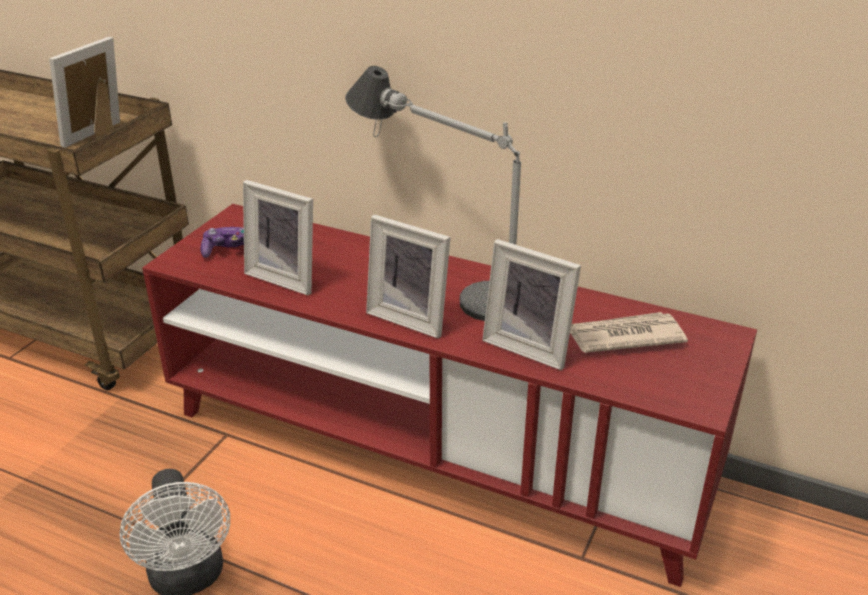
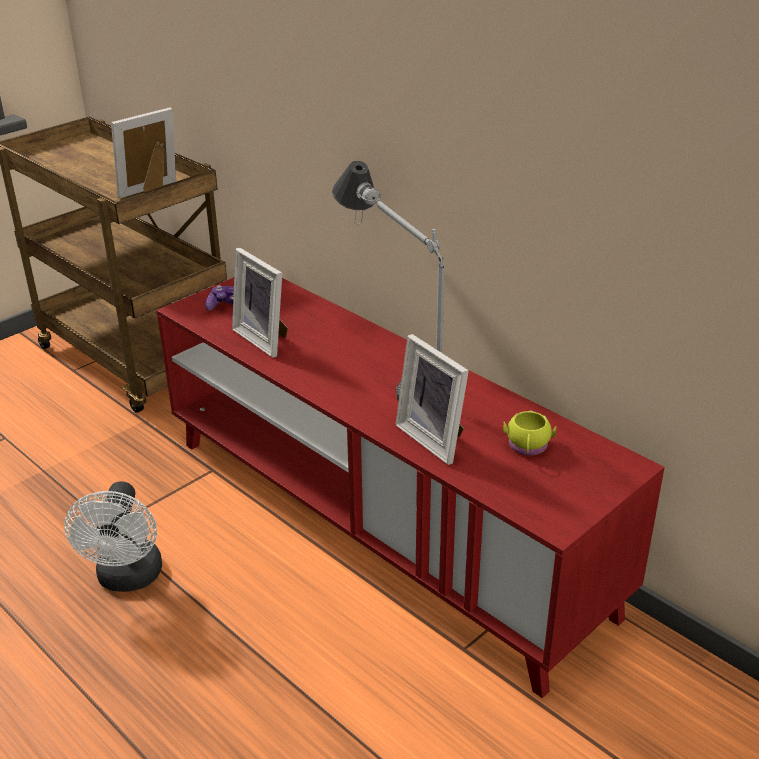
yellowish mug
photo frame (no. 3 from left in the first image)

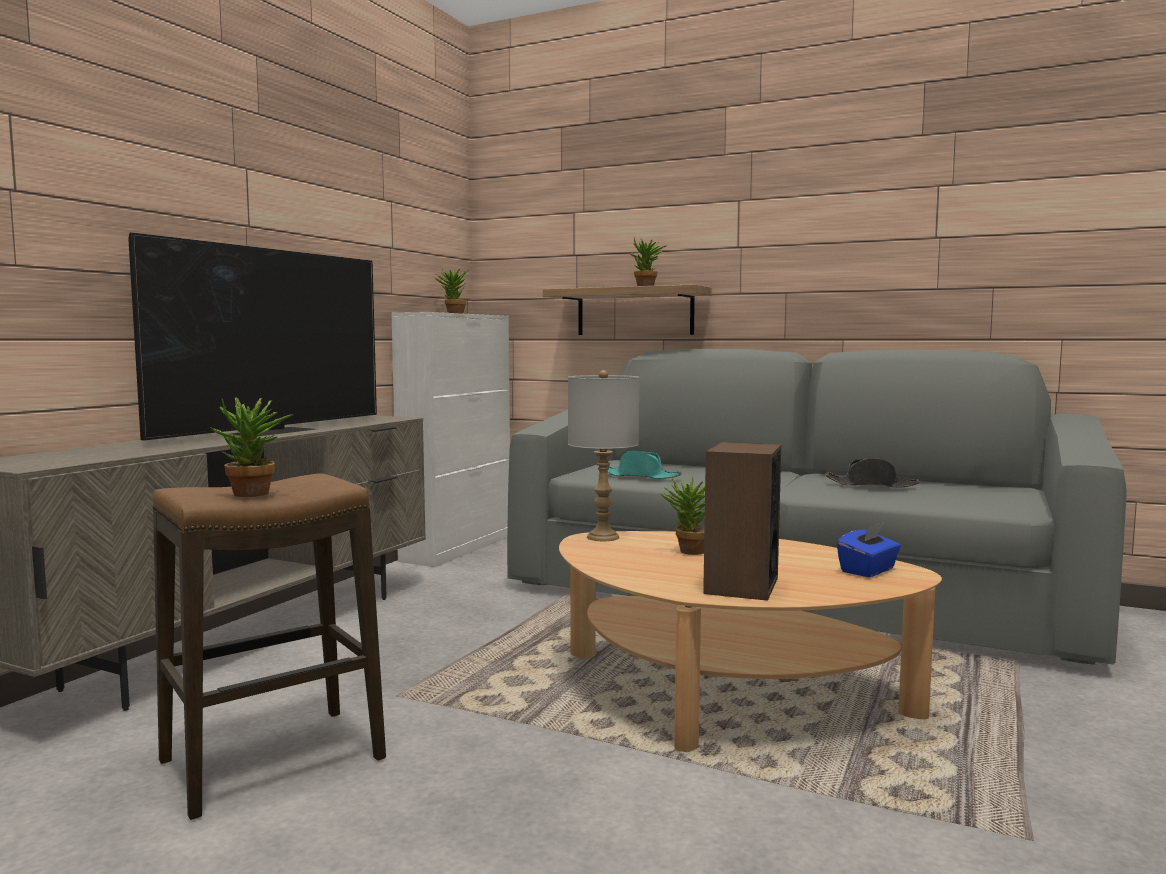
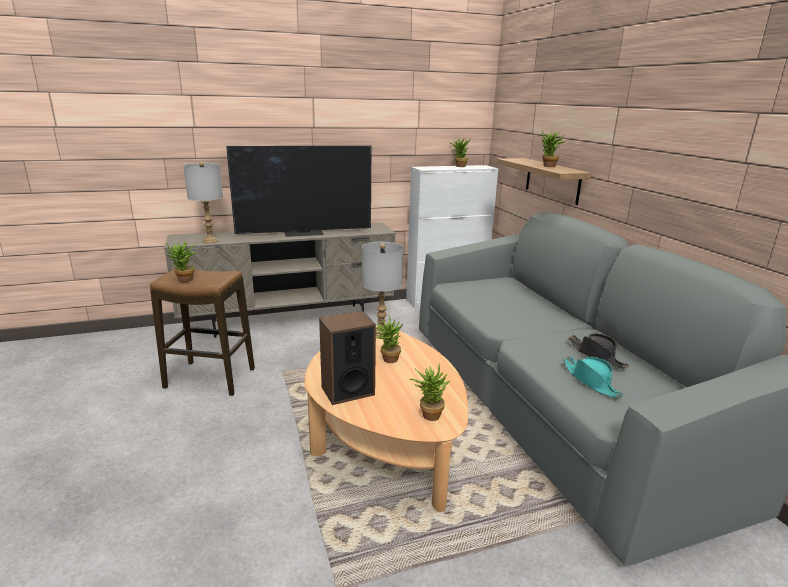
grey lamp for a table (no. 1 from left)
plant in a pot (no. 3 from left)
blue-green clothing hat

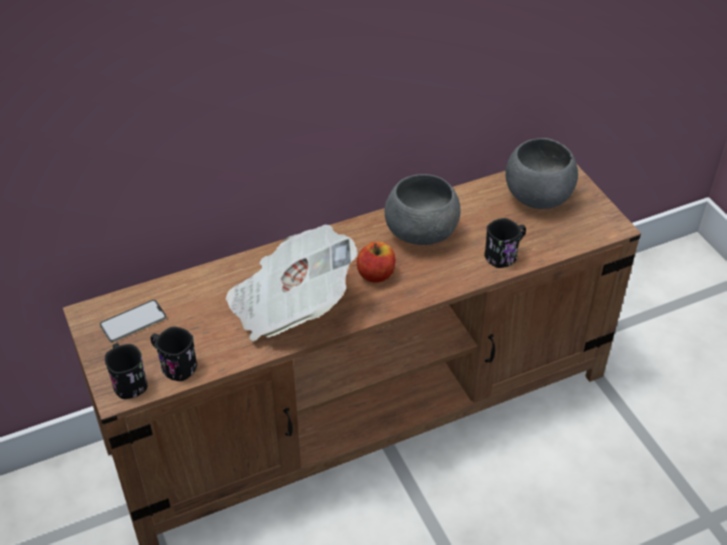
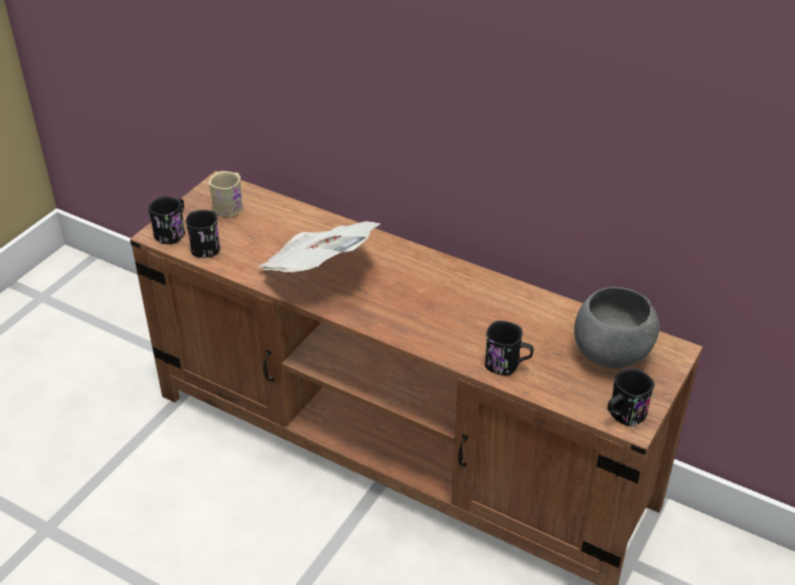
beige mug
black-coloured mug (no. 4 from left)
apple
grey deep dish (no. 1 from left in the first image)

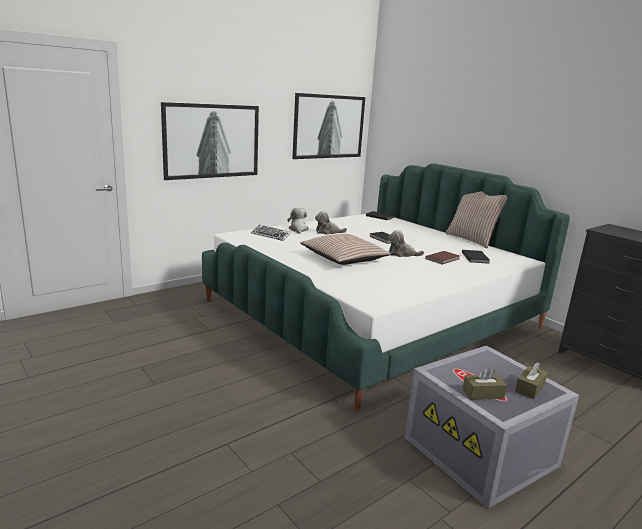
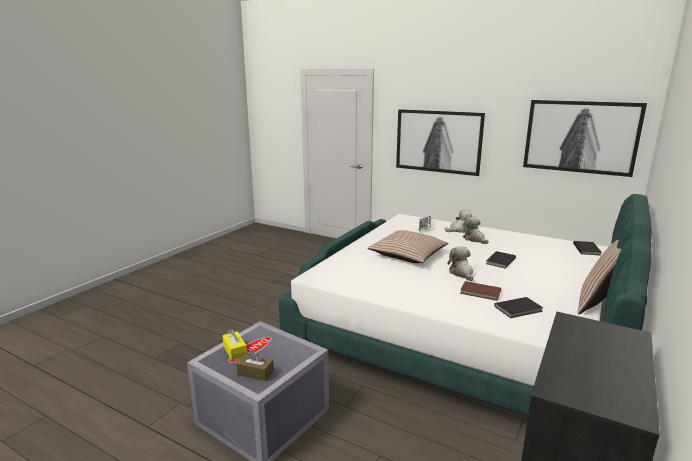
yellowish box of tissues

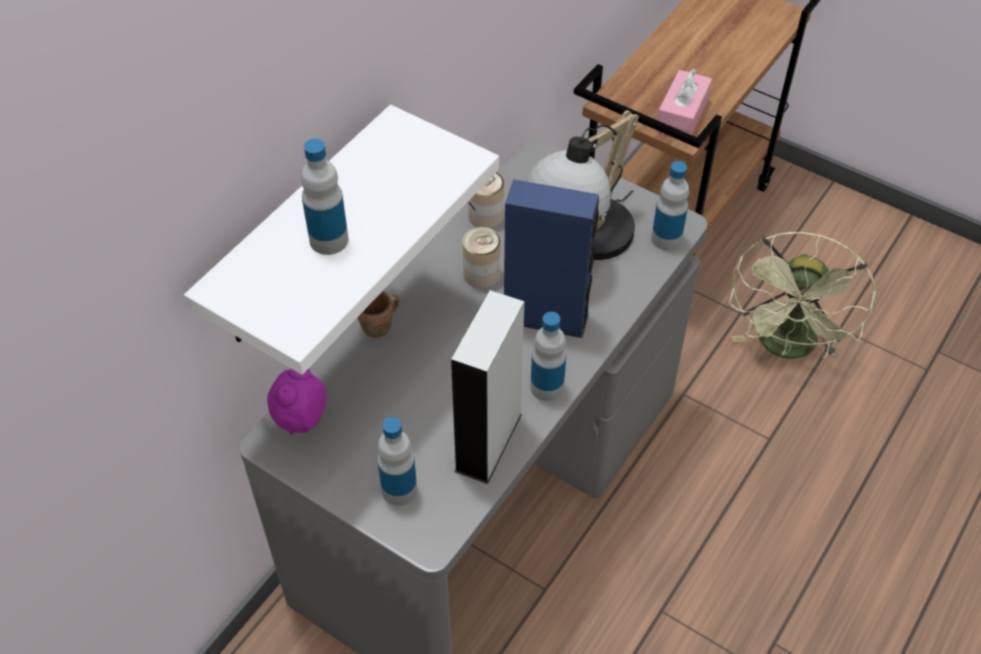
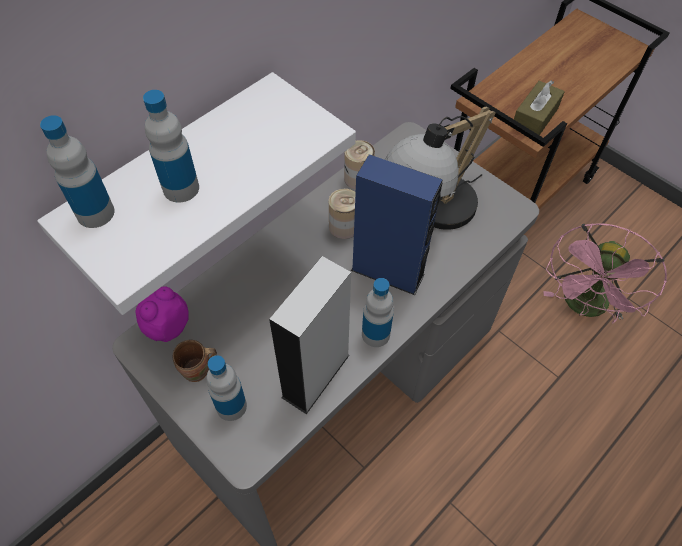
drink bottle (no. 1 from left)
brownish mug
brownish box of tissues
pink-coloured fan

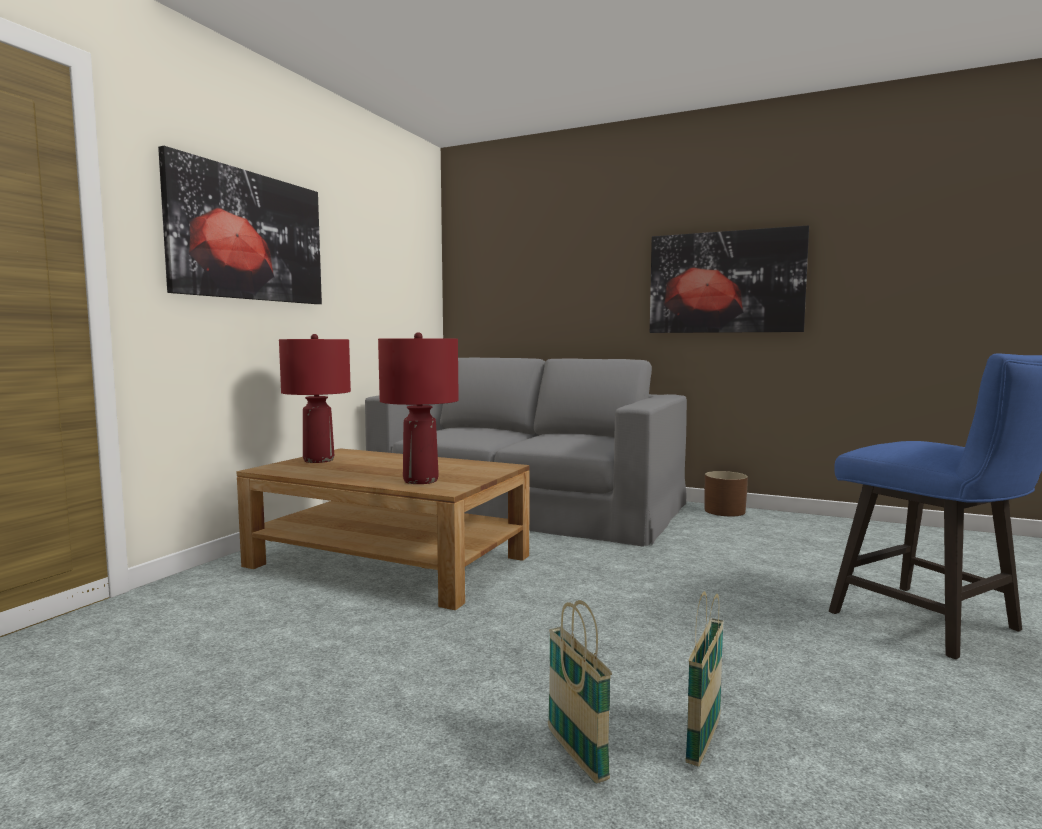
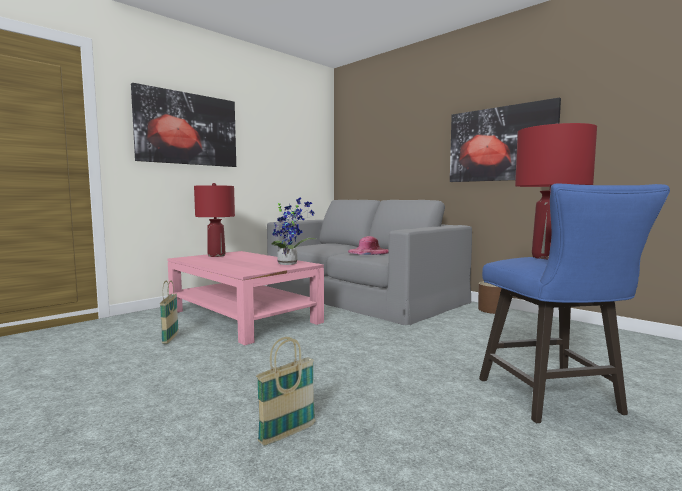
household basket (no. 1 from left)
pink-coloured low table
plant in a pot
pink-coloured clothing hat
reddish lamp for a table (no. 2 from left)

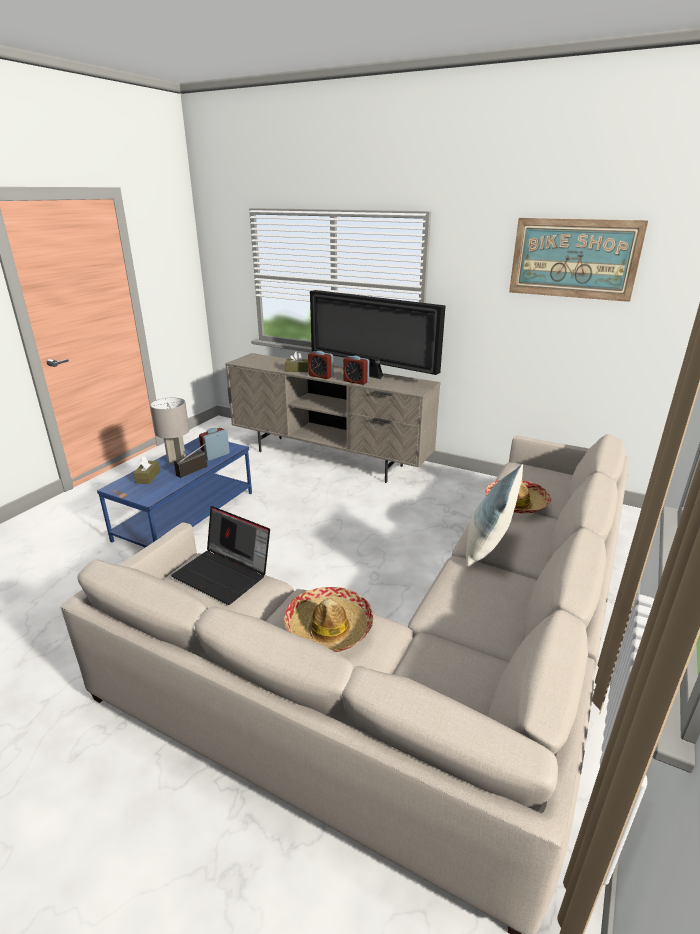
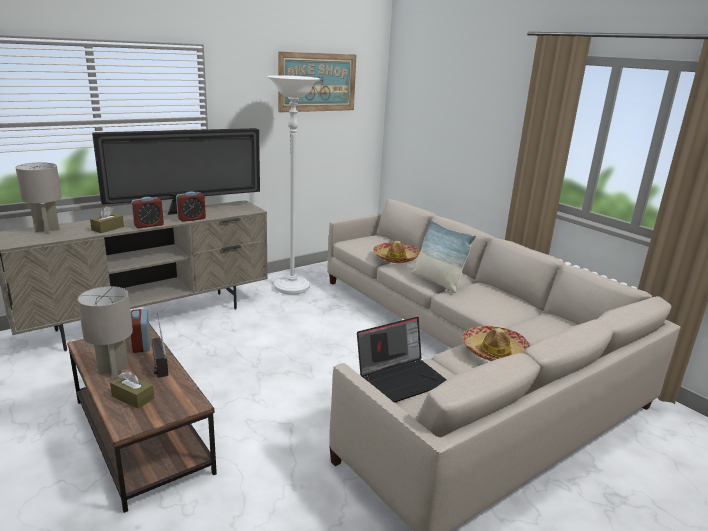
grey lamp for a table (no. 1 from left)
brownish low table
whitish standing lamp

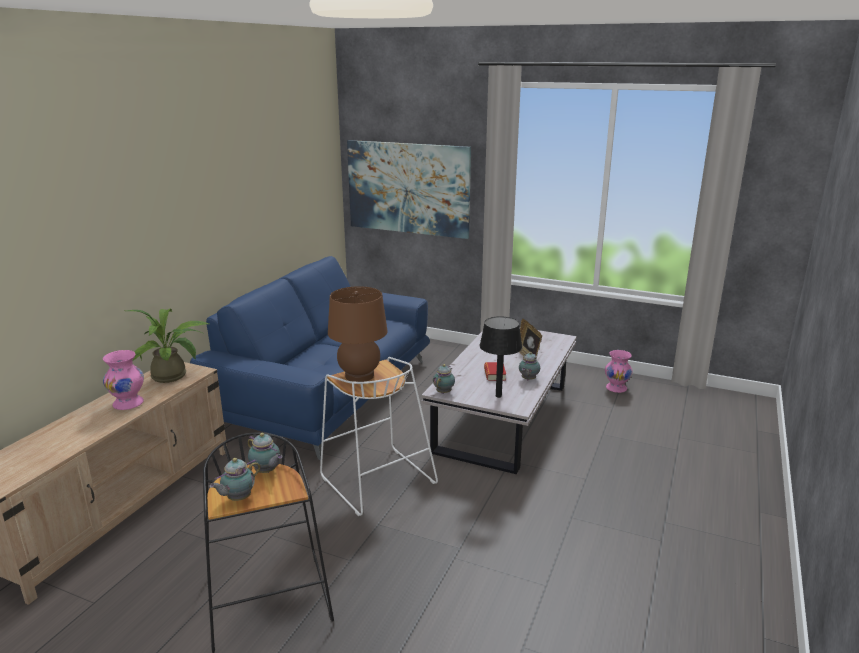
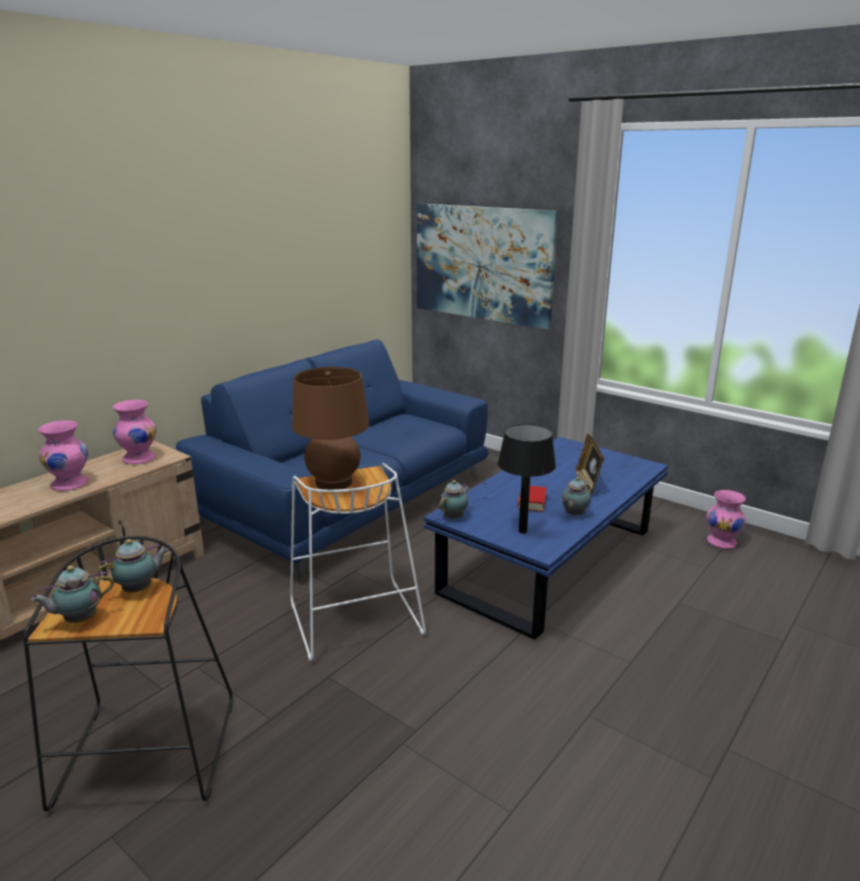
pot for tea (no. 2 from left)
pink-coloured decorative vase (no. 2 from left)
blue-coloured low table

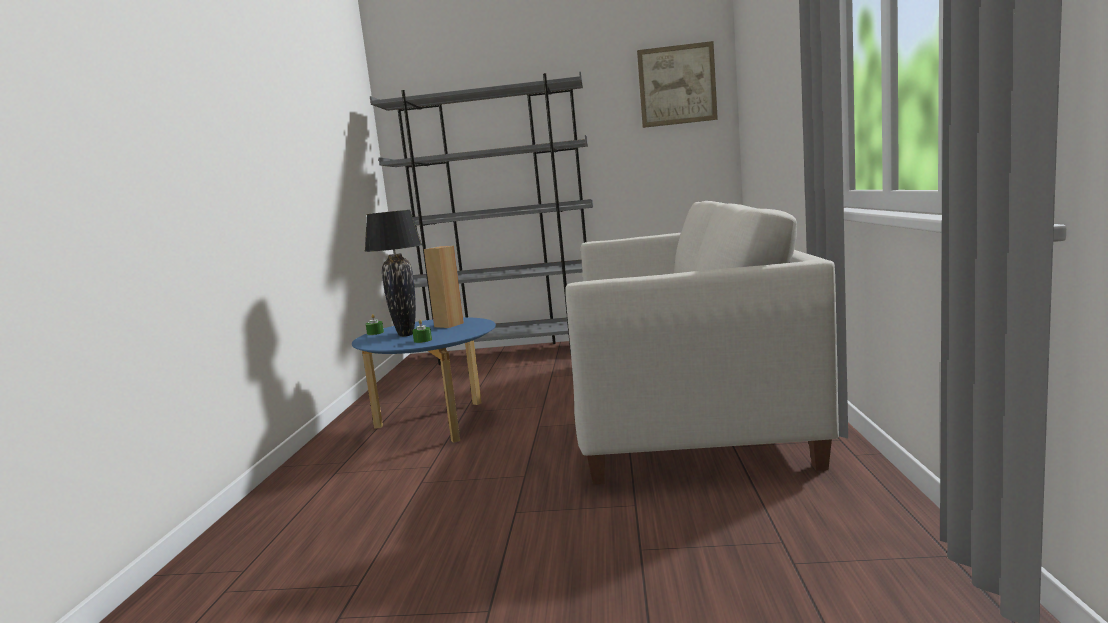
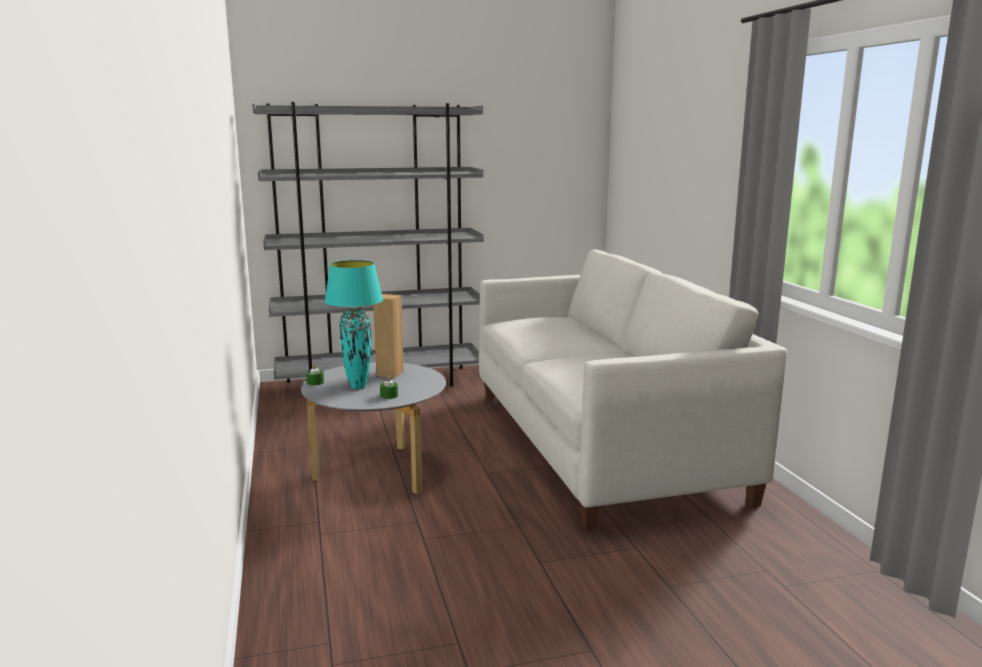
grey low table
blue-green lamp for a table
wall picture

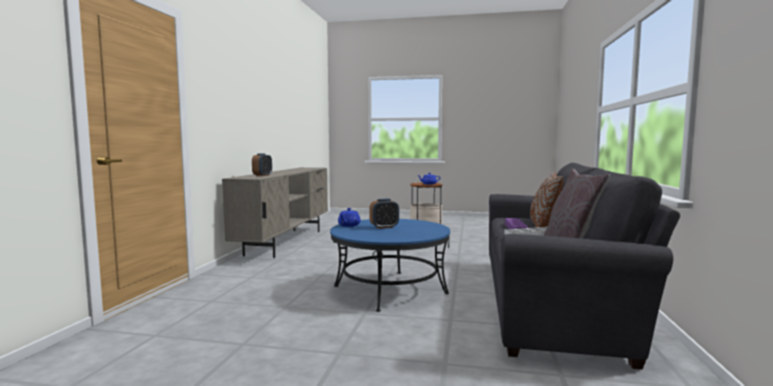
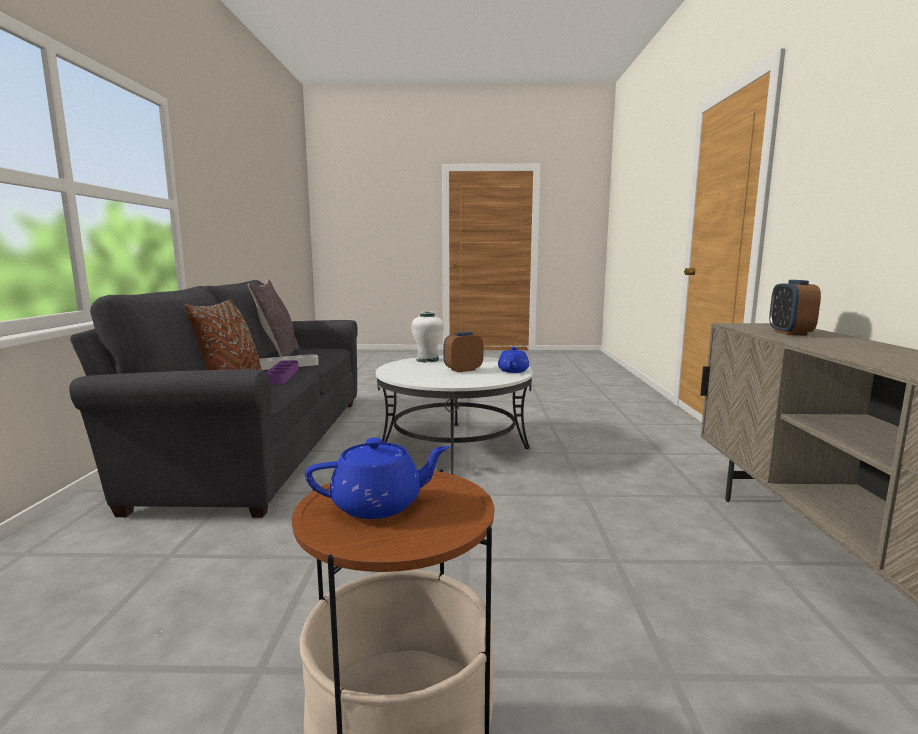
whitish low table
whitish decorative vase

